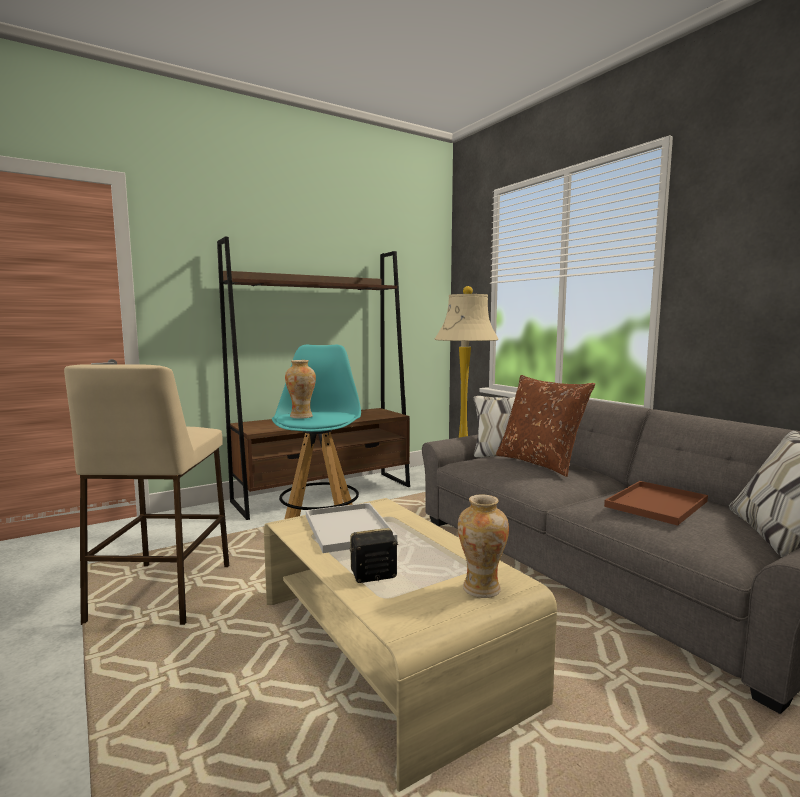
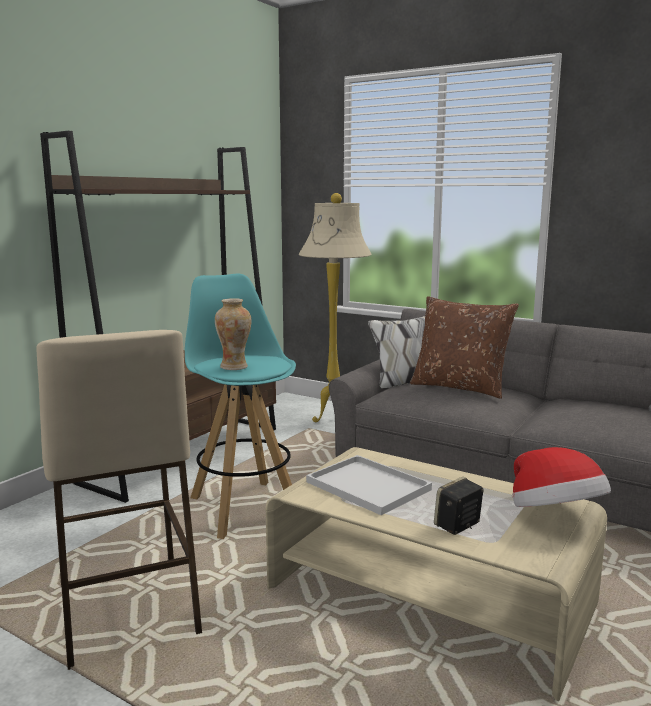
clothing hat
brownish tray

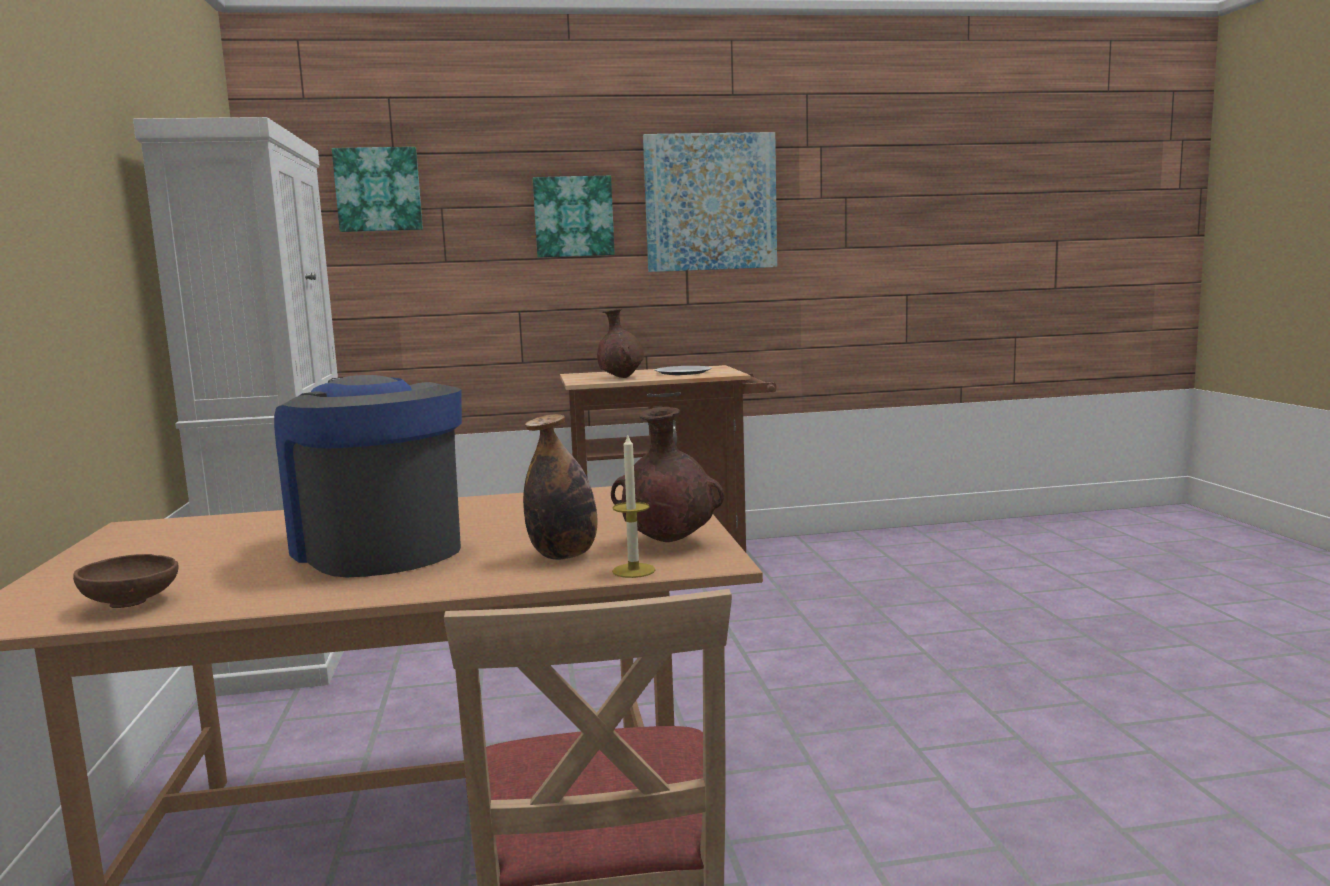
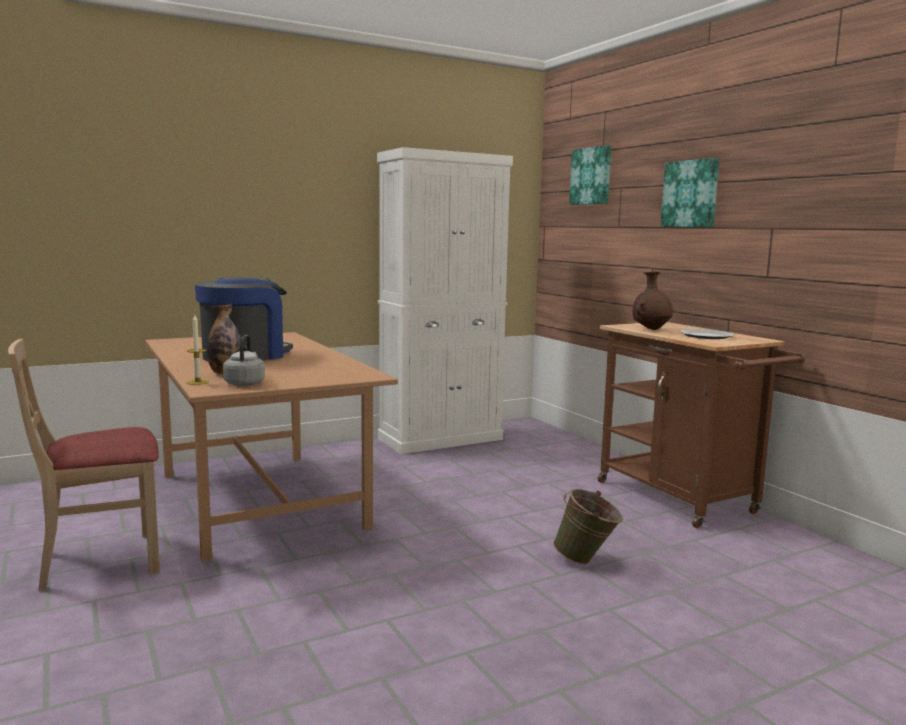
grey water kettle
green-coloured water bucket
brownish deep dish
wall picture (no. 3 from left in the first image)

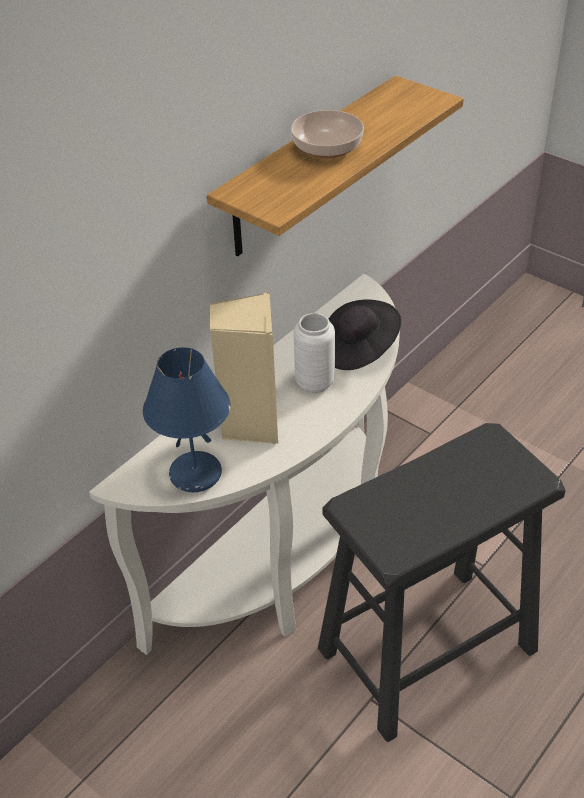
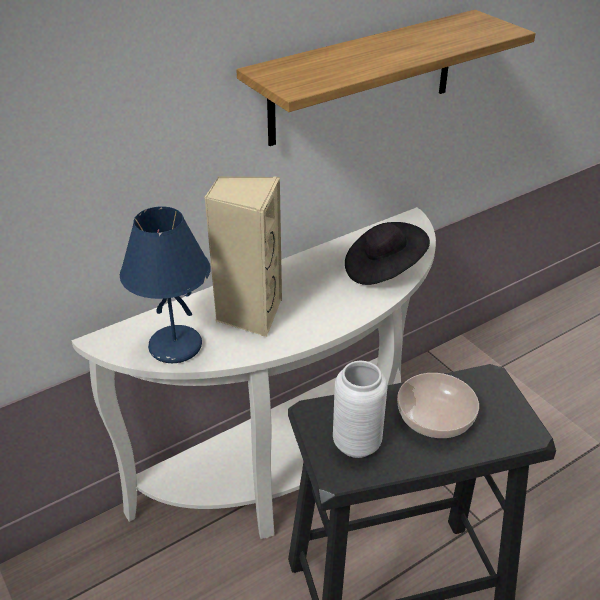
whitish decorative vase
deep dish

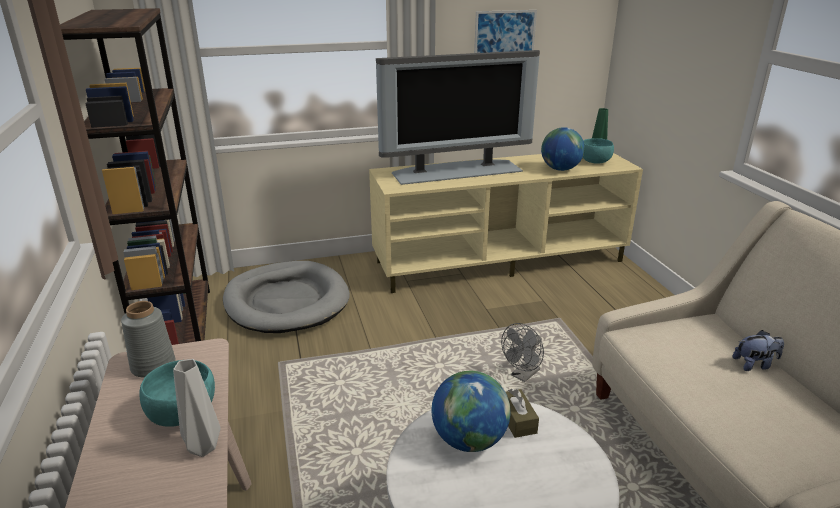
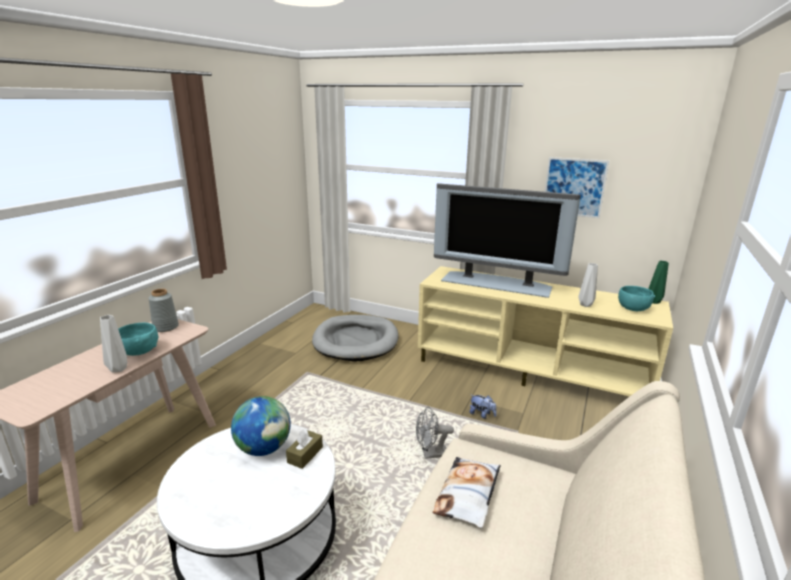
pillow
soft toy
grey decorative vase (no. 3 from left)
brownish bookcase

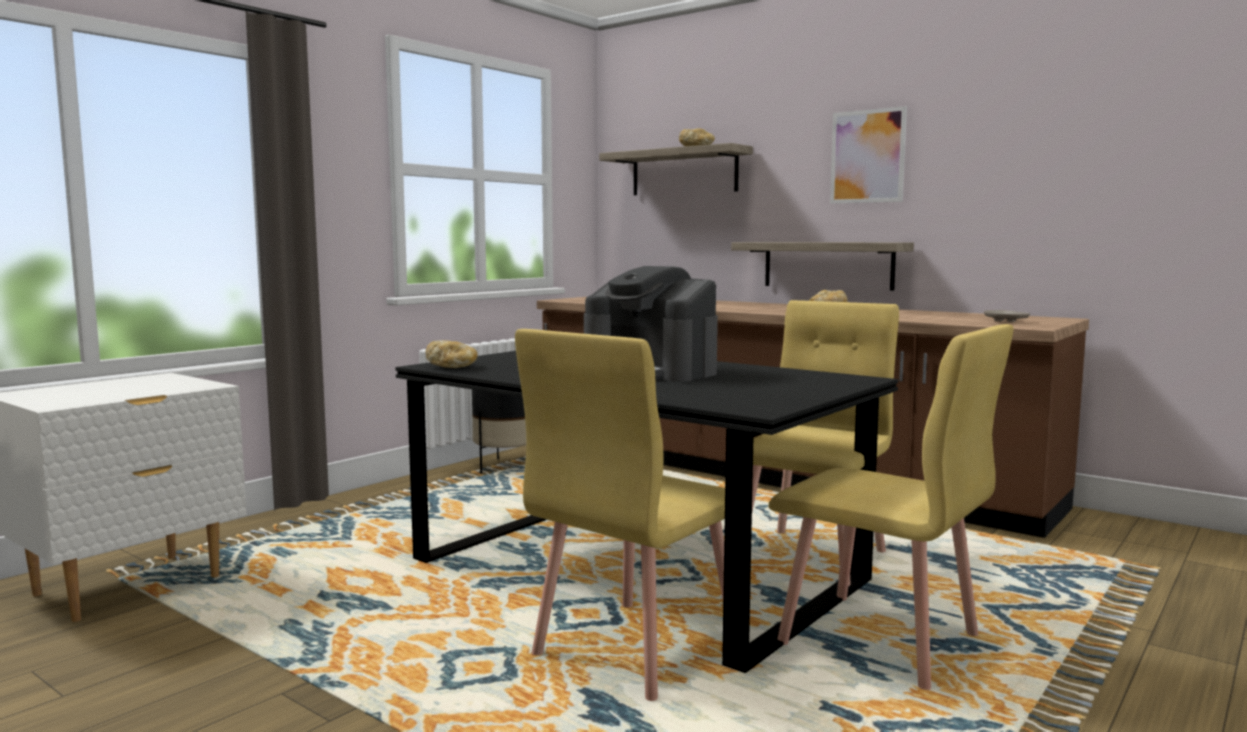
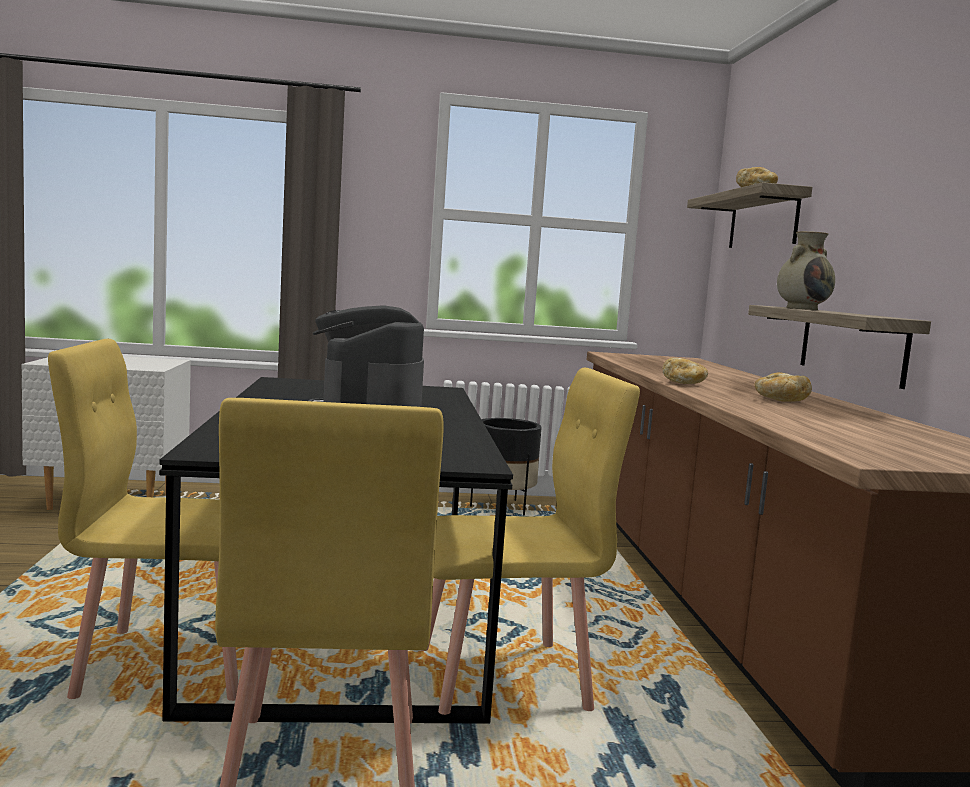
baked bread (no. 1 from left)
beige decorative vase
wall picture
beige flat dish

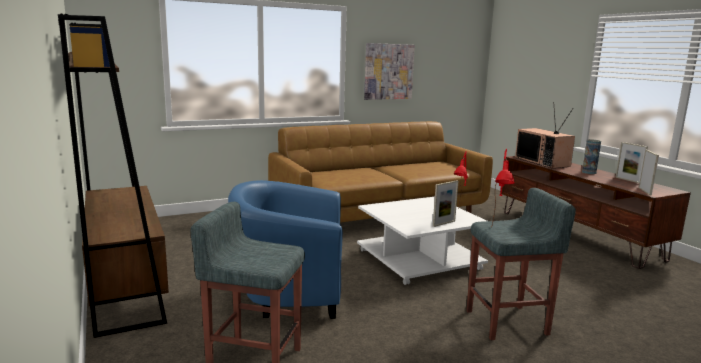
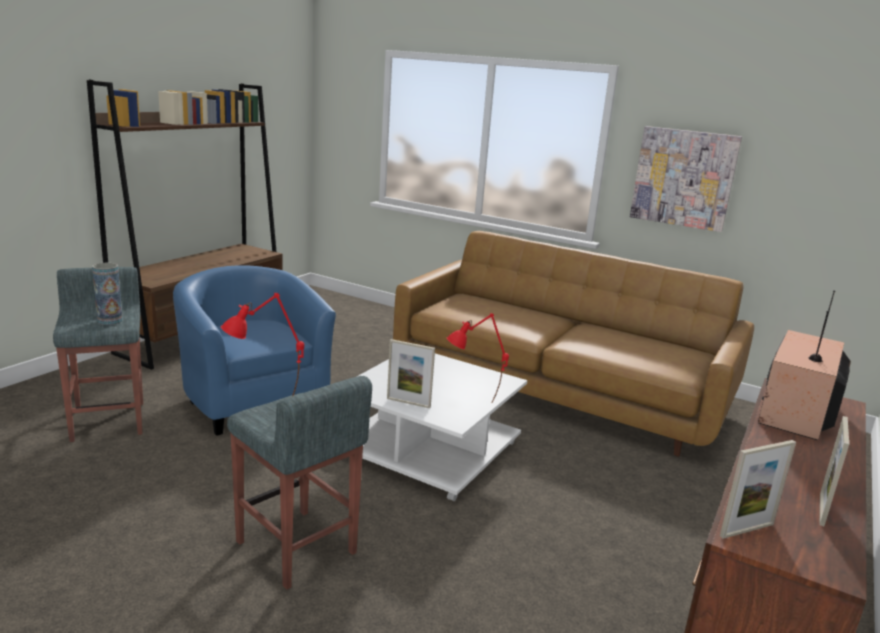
decorative vase

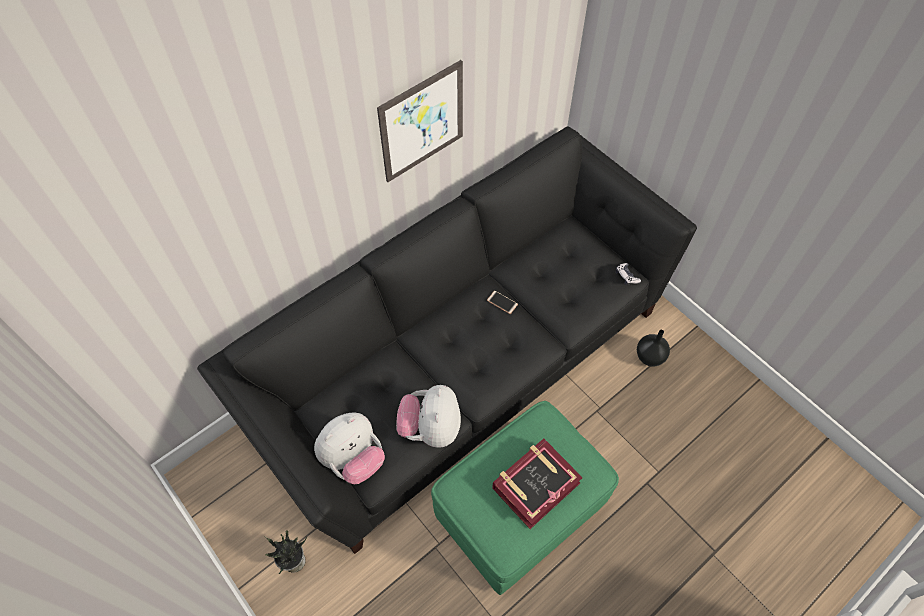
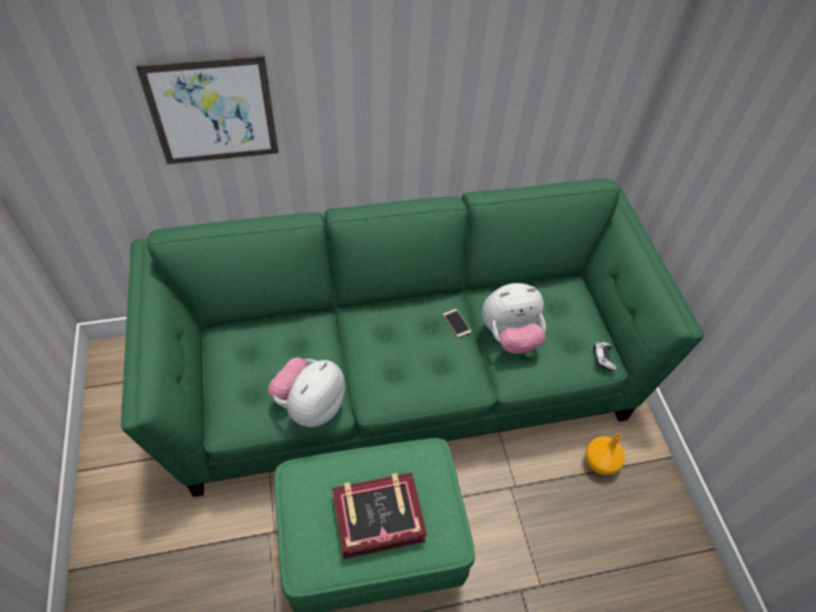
green-coloured sofa
wall picture
soft toy (no. 2 from left)
orange decorative vase
plant in a pot

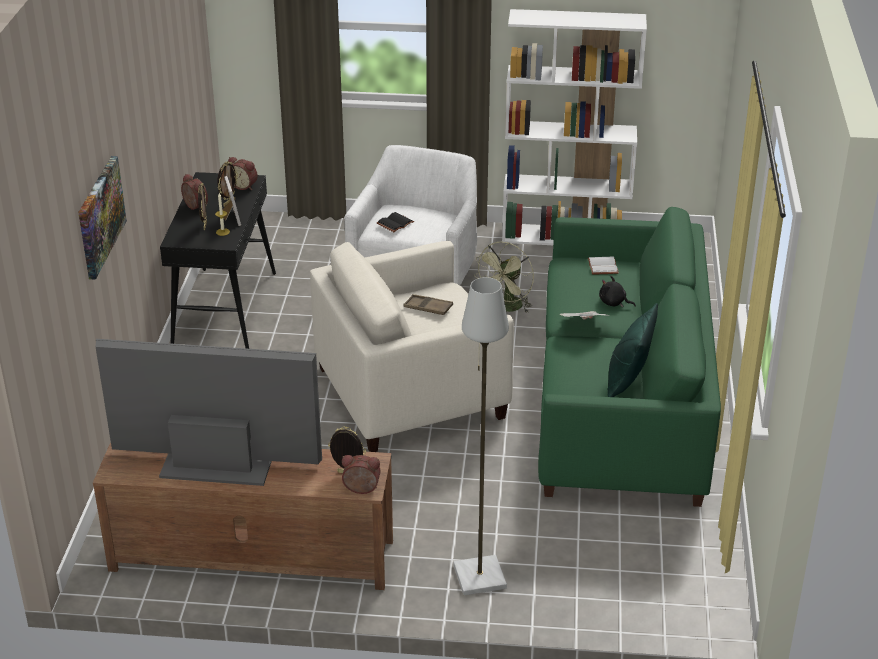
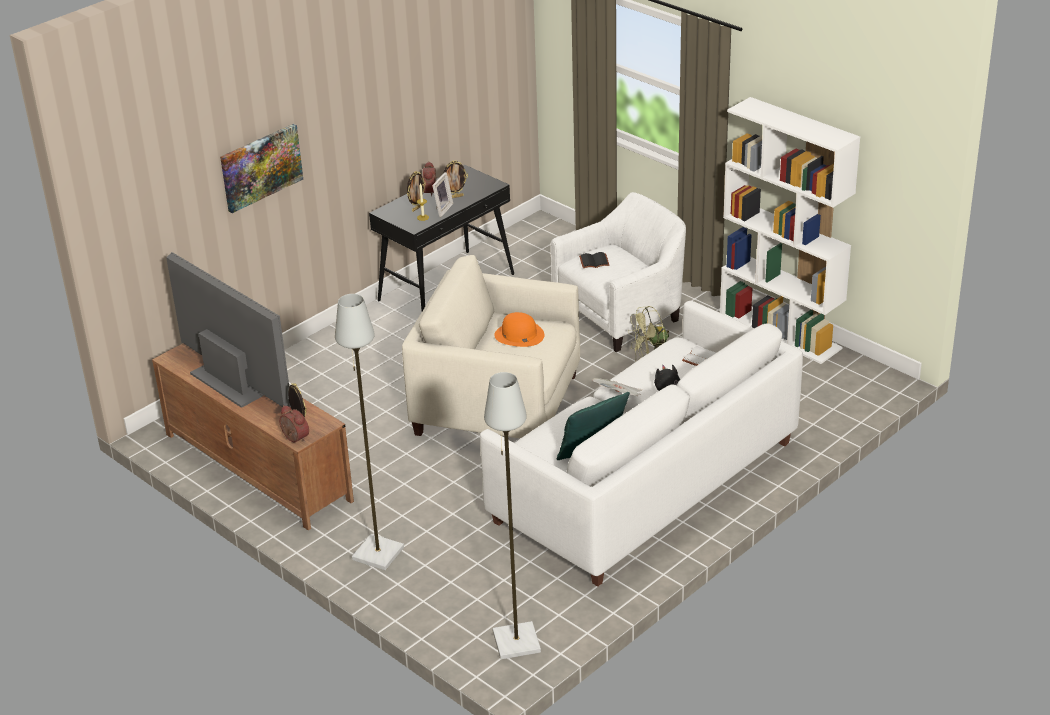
whitish sofa
grey standing lamp (no. 2 from left)
orange clothing hat
bedside clock (no. 2 from left in the first image)

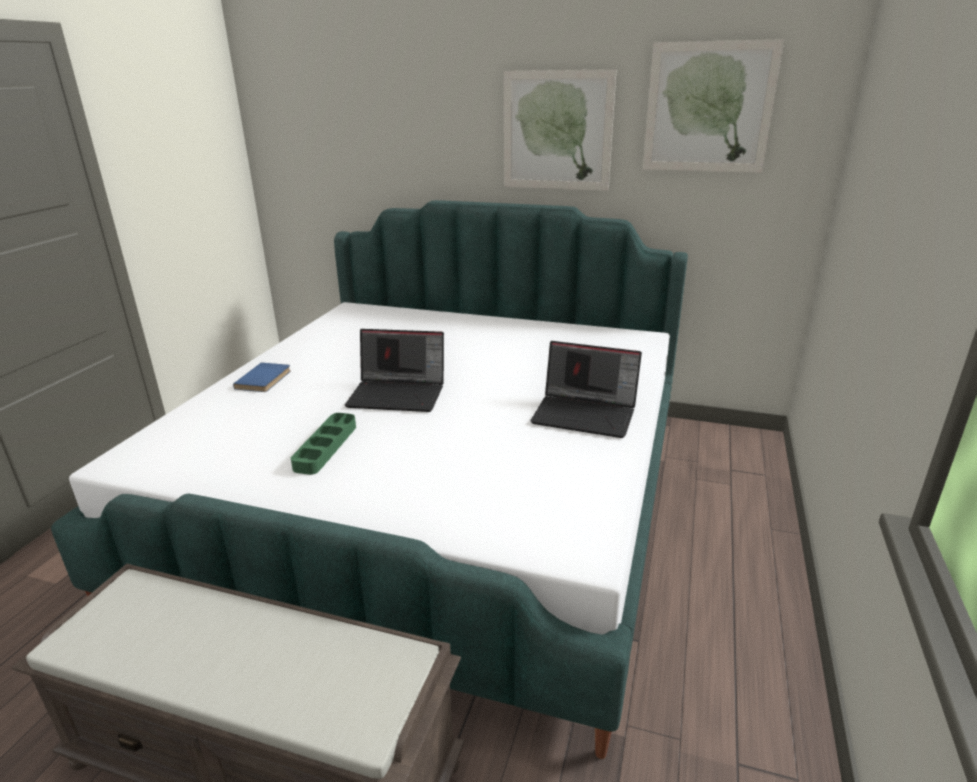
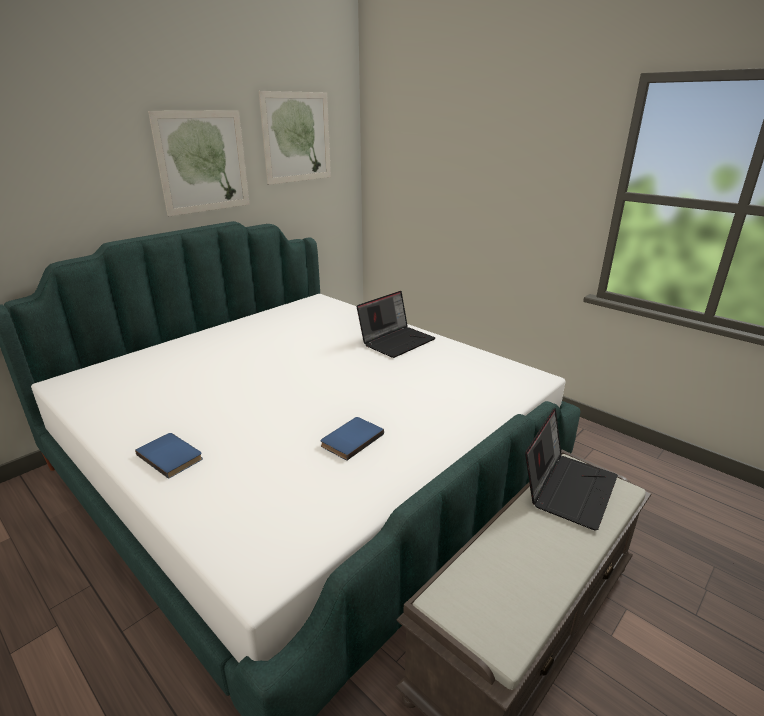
blue-coloured bound book (no. 2 from left)
laptop (no. 2 from left)

